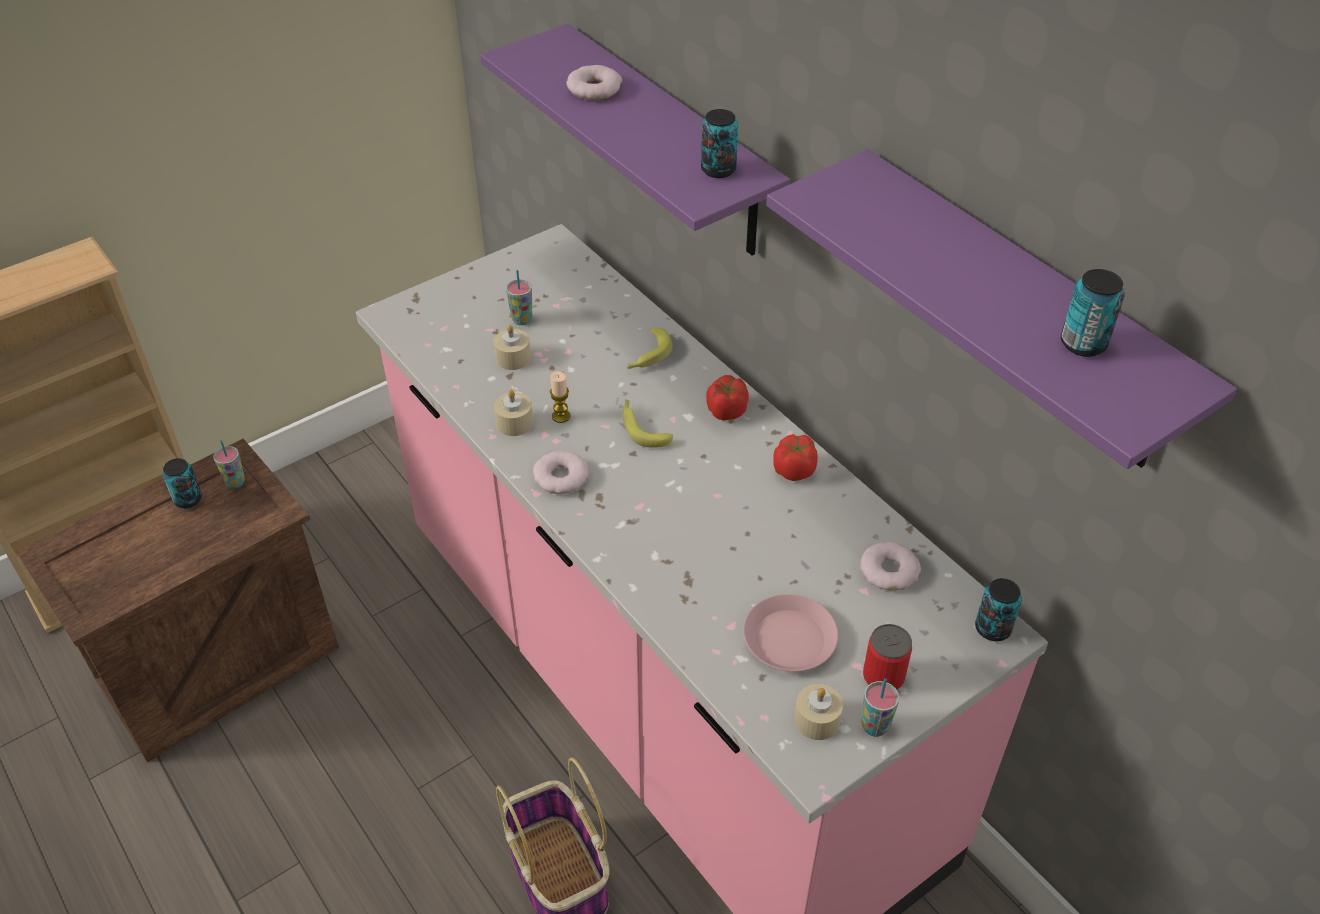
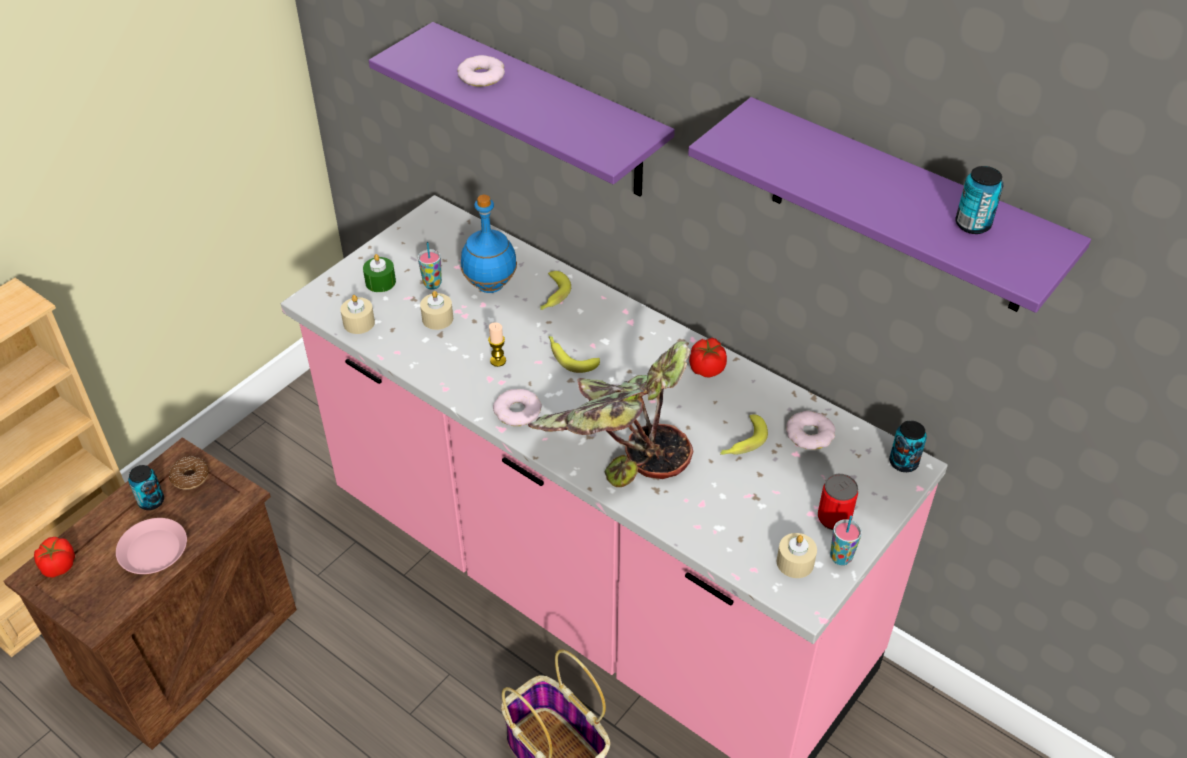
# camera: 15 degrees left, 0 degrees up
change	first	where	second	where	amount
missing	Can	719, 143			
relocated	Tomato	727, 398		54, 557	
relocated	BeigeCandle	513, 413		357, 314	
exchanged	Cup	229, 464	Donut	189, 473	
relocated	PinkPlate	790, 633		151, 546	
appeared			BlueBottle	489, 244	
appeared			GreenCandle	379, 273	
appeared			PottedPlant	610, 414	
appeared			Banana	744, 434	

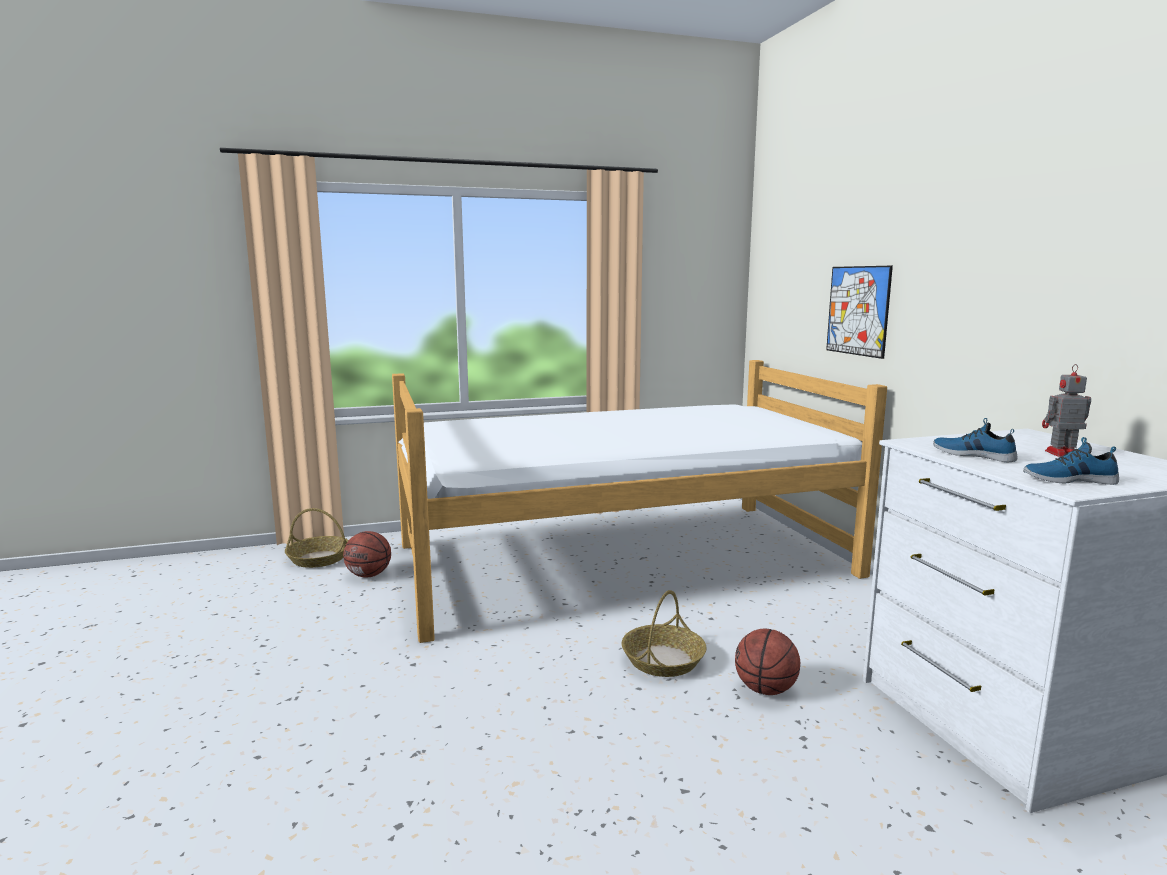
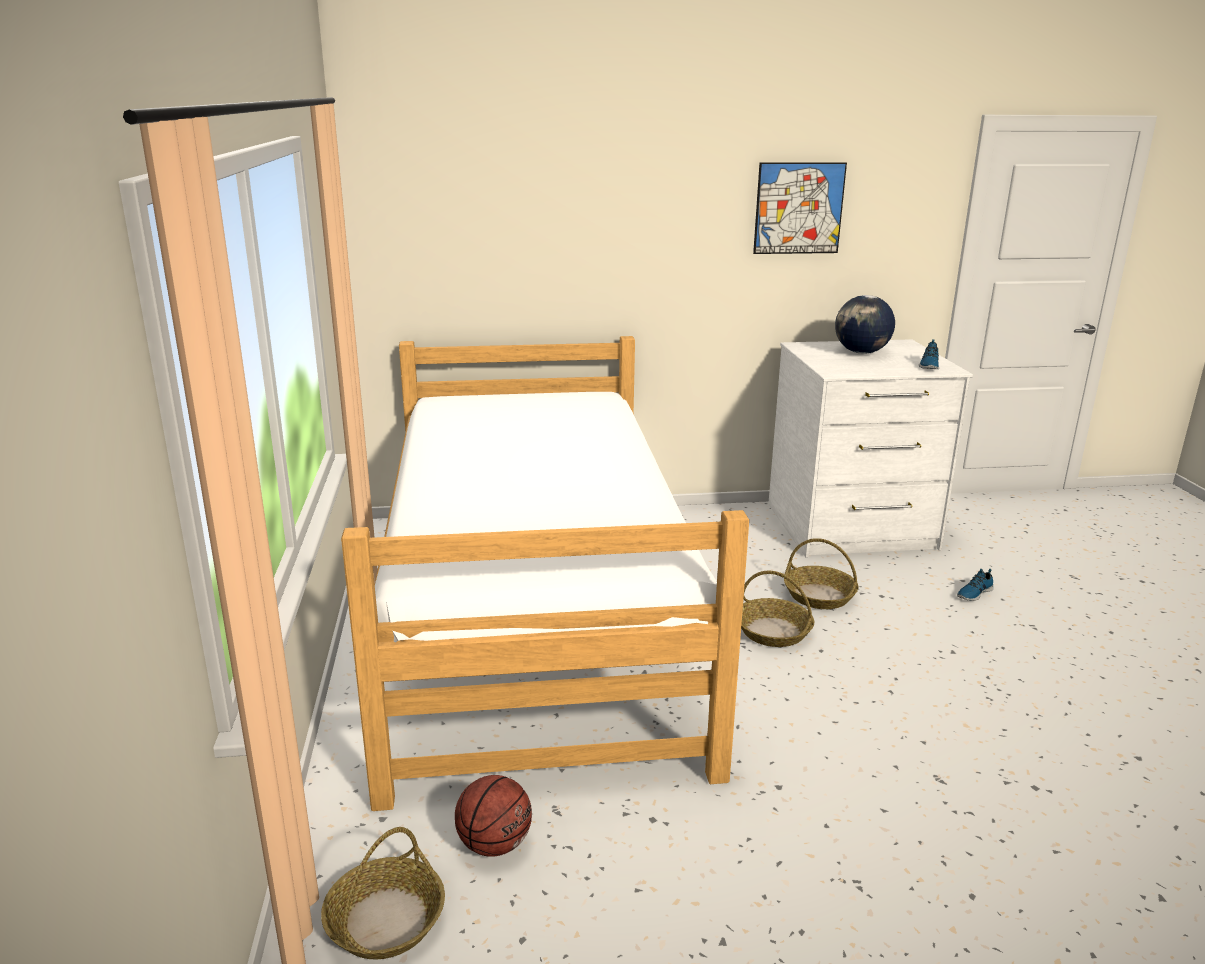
# camera: 80 degrees left, 10 degrees up
change	first	where	second	where	amount
relocated	Picture	859, 312		800, 208	
exchanged	ToyRobot	1066, 410	Globe	865, 324	
relocated	Shoe	975, 440		975, 585	
exchanged	Basketball	767, 662	Basket	821, 573	

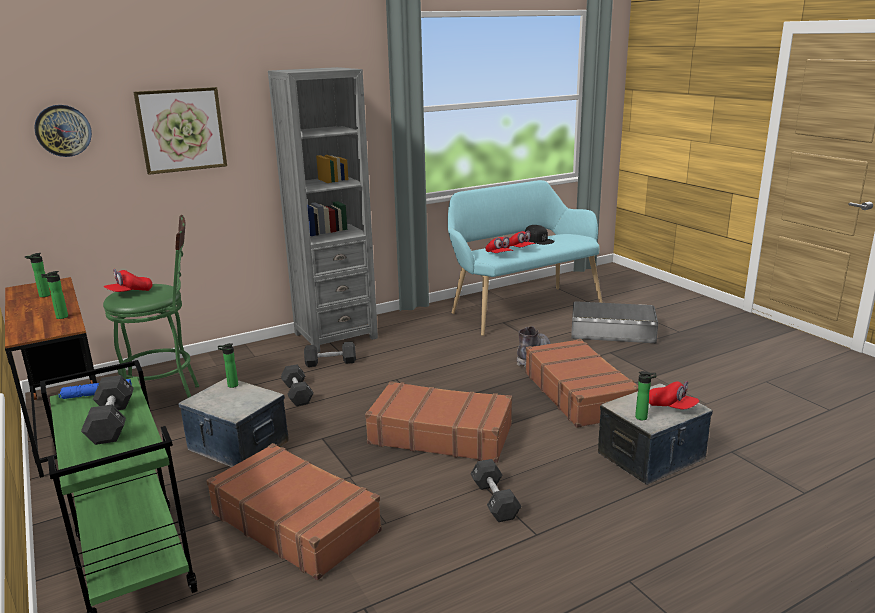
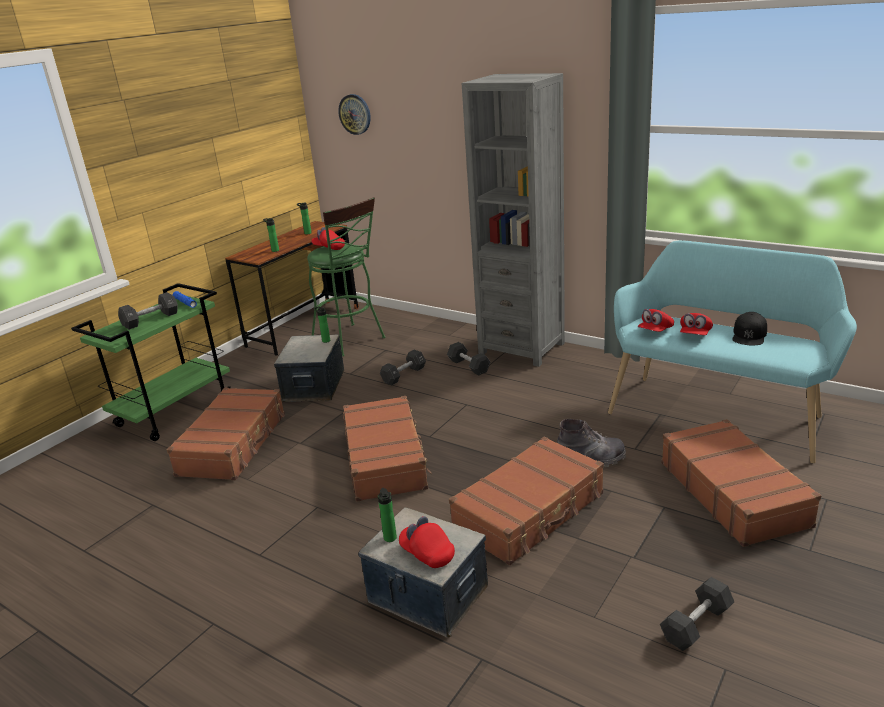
# camera: 65 degrees right, 5 degrees up
change	first	where	second	where	amount
missing	Picture	180, 131			
exchanged	GreyStorageBox	614, 322	BrownSuitcase	741, 483	
spun	RedCap	674, 395		427, 542	120 degrees clockwise
relocated	BlackDumbbell	496, 490		697, 614	

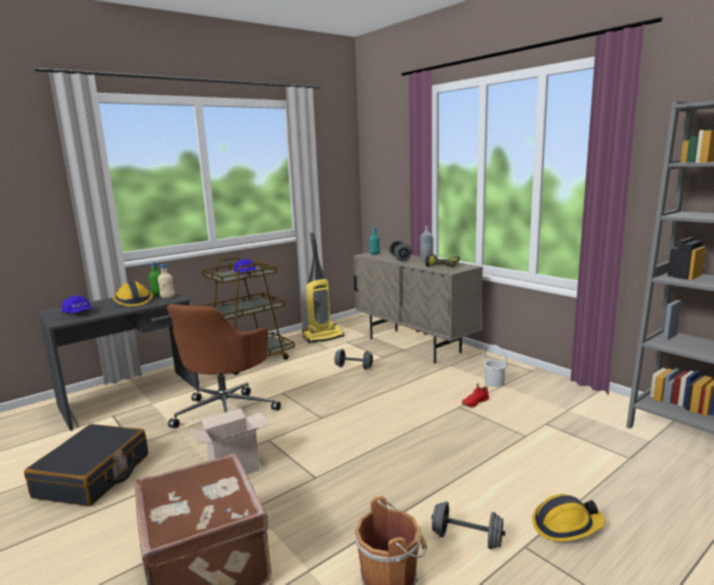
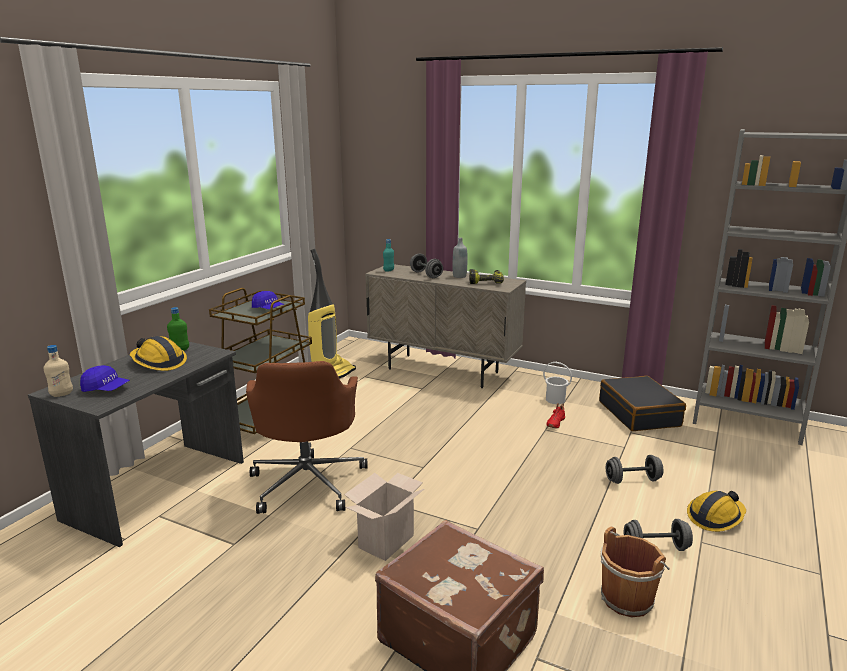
# camera: 25 degrees left, 5 degrees up
change	first	where	second	where	amount
relocated	BeigeBottle	166, 281		58, 371	
relocated	GreyDumbbell	353, 359		634, 469	
relocated	BlackSuitcase	86, 465		642, 403	

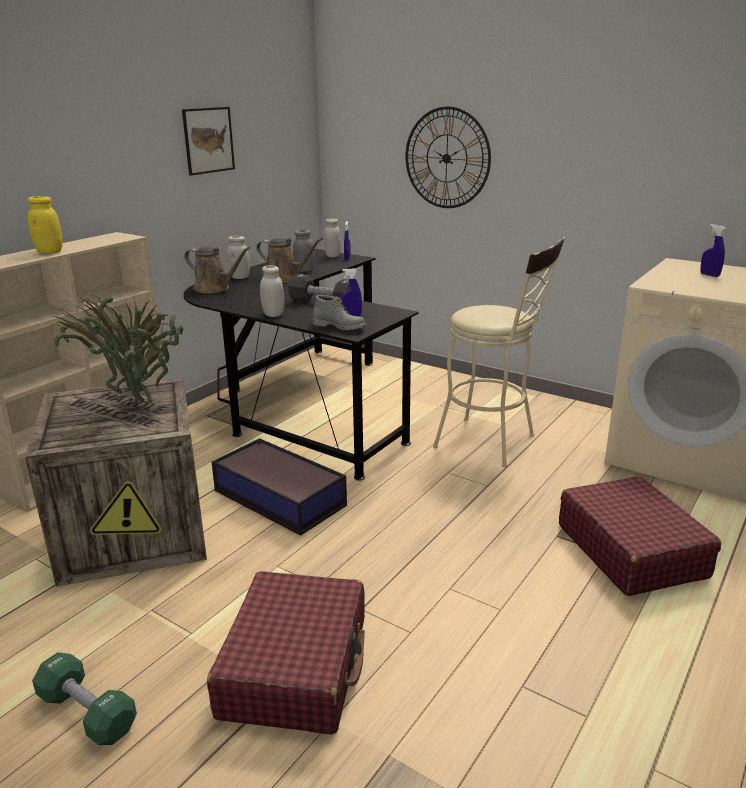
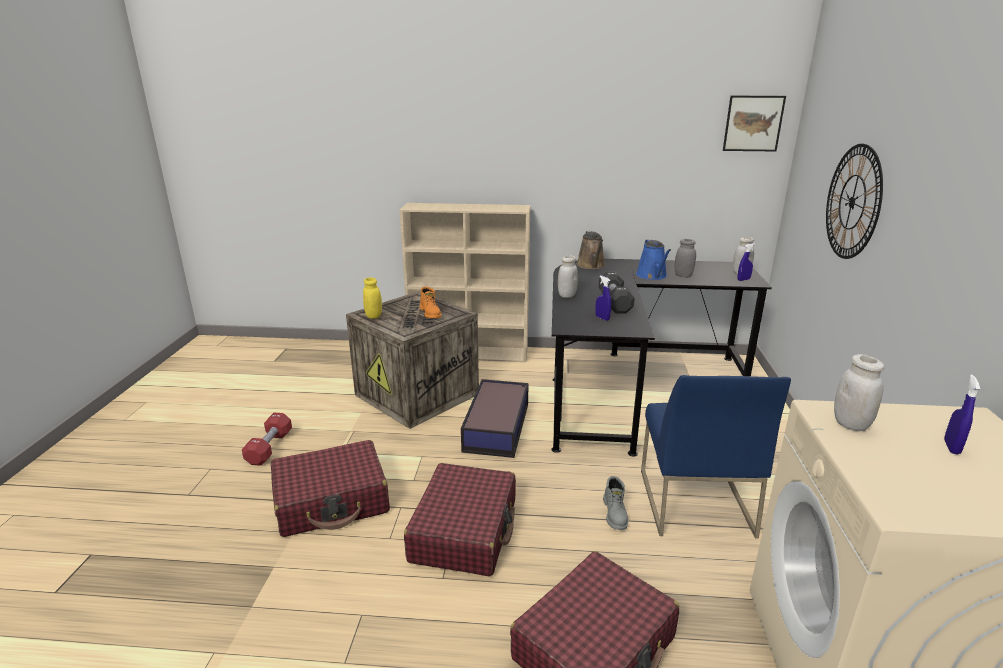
# camera: 60 degrees right, 0 degrees up
change	first	where	second	where	amount
relocated	Picture	208, 141		754, 123	
relocated	YellowJar	45, 225		372, 298	
relocated	WhiteJar	238, 257		859, 392	
exchanged	BeigeStool	499, 351	BlueChair	716, 456	
colour	BrownWateringCan	289, 260	BlueWateringCan	653, 259	
exchanged	PottedPlant	118, 350	OrangeBoot	431, 302	
relocated	GreyBoot	339, 312		615, 503	
colour	GreenDumbbell	84, 698	RedDumbbell	267, 439	
appeared			RedSuitcase	460, 520	

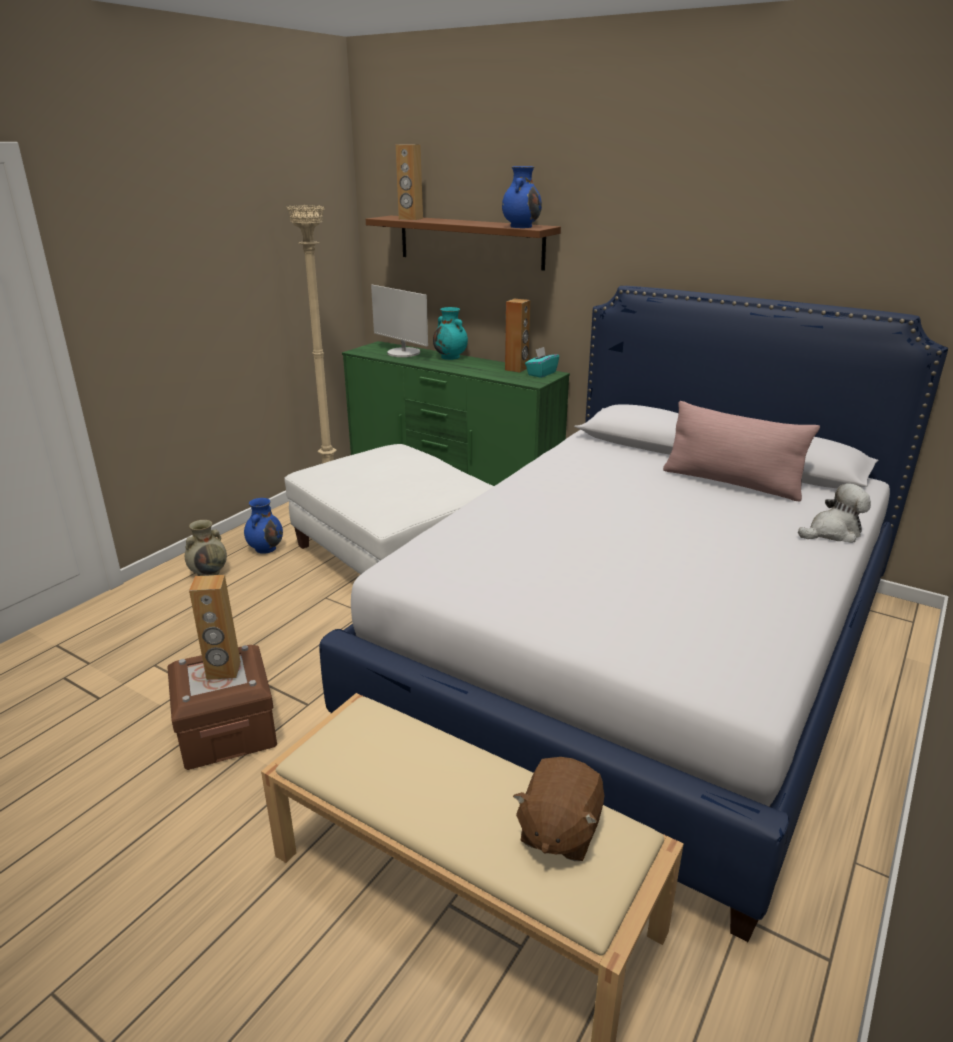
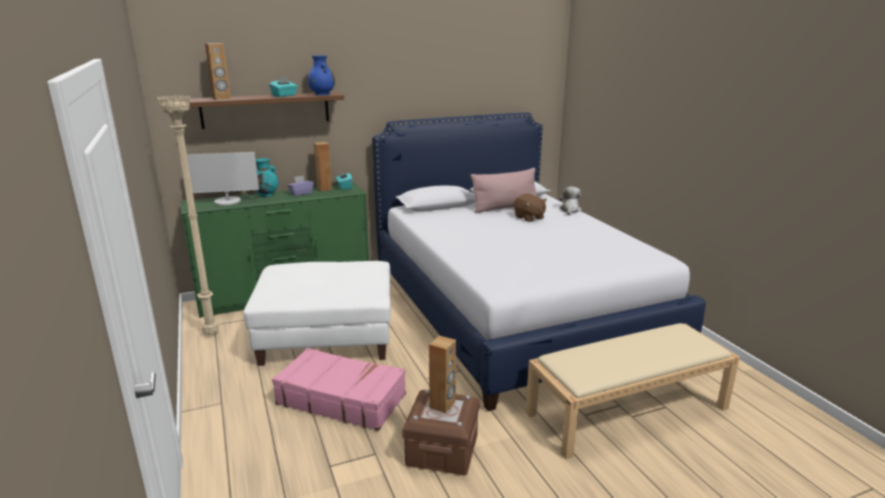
# camera: 55 degrees left, 5 degrees down
change	first	where	second	where	amount
missing	BlueVase	263, 526			
missing	BeigeVase	206, 548			
relocated	BrownPlushToy	559, 809		530, 208	
appeared			TurquoiseTissueBox	283, 86	
appeared			PurpleTissueBox	301, 185	
appeared			PinkSuitcase	339, 389	

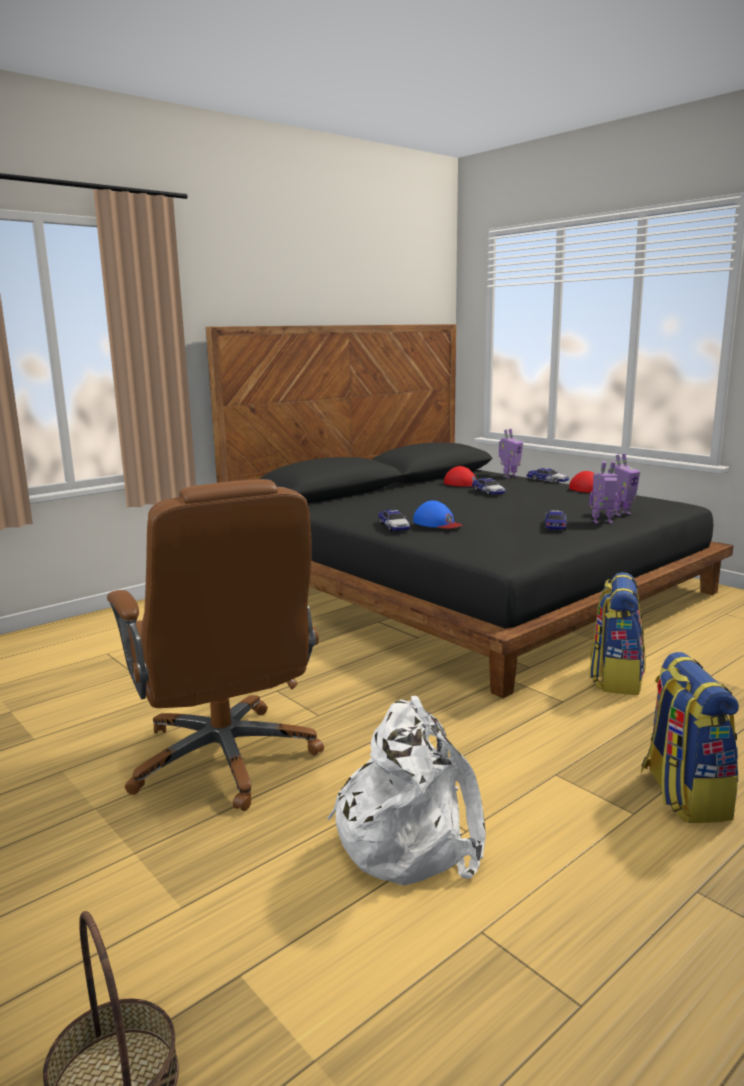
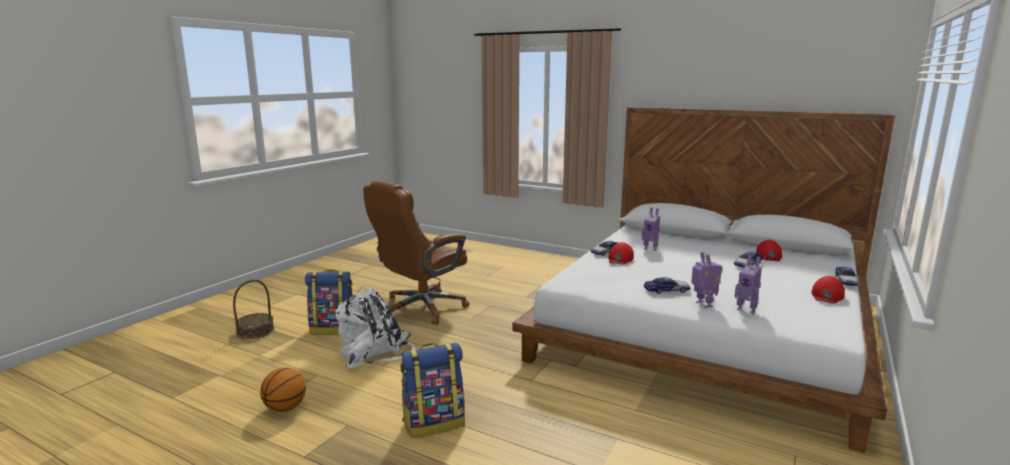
# camera: 70 degrees right, 0 degrees up
change	first	where	second	where	amount
colour	BlackBed	470, 511	WhiteBed	704, 280	
relocated	ToyRobot	511, 453		651, 229	
colour	BlueCap	437, 514	RedCap	621, 253	
relocated	Backpack	617, 633		329, 302	
appeared			Basketball	283, 390	

